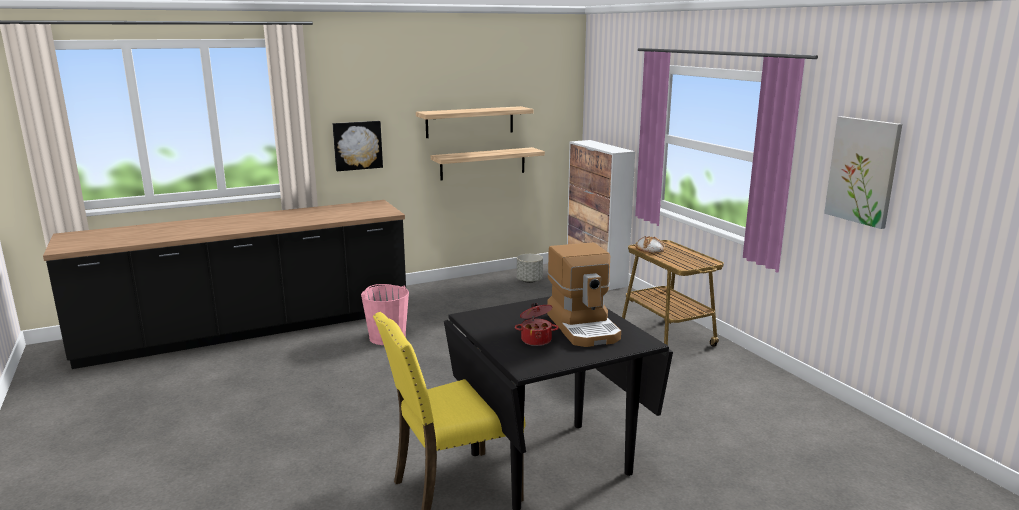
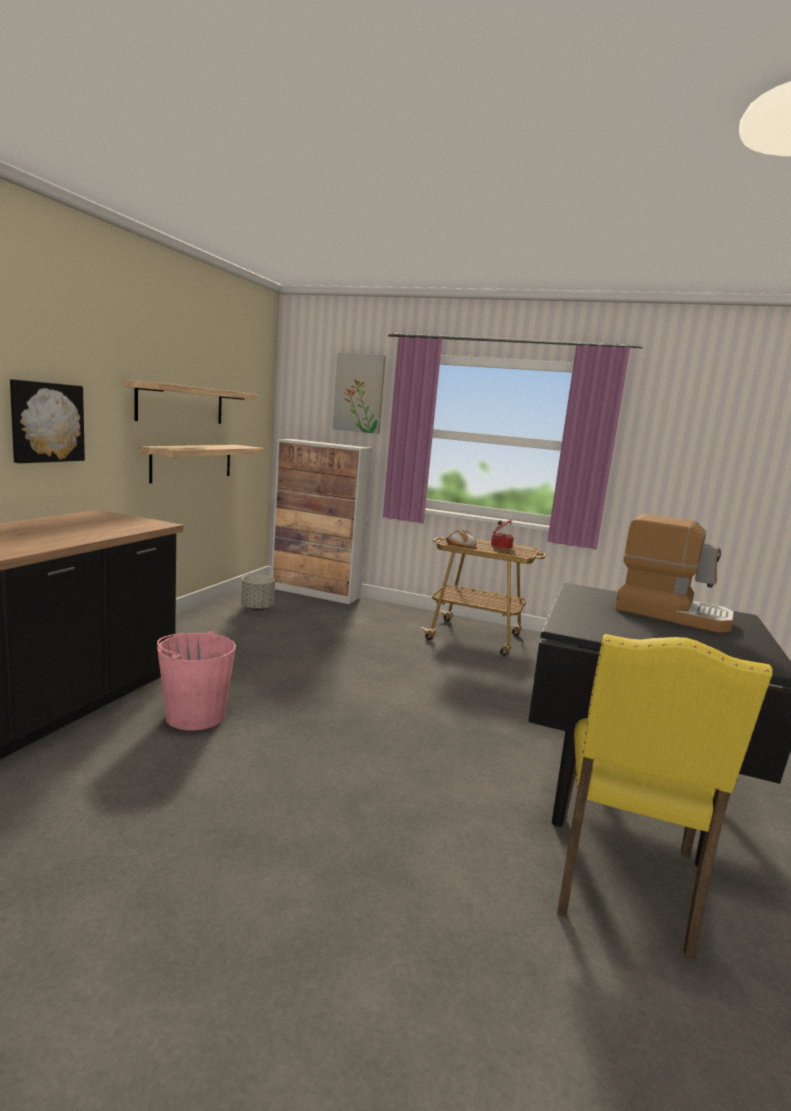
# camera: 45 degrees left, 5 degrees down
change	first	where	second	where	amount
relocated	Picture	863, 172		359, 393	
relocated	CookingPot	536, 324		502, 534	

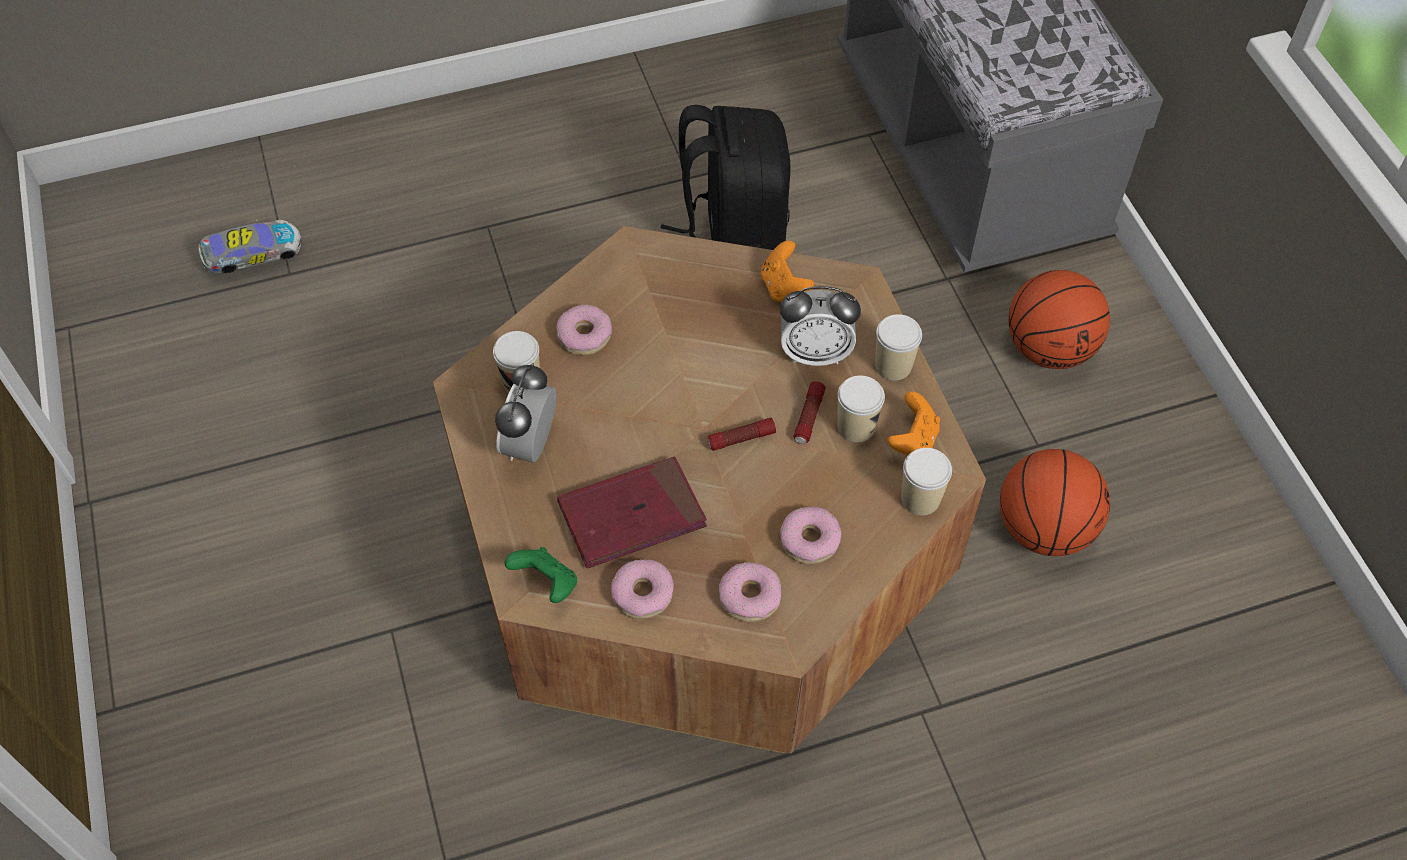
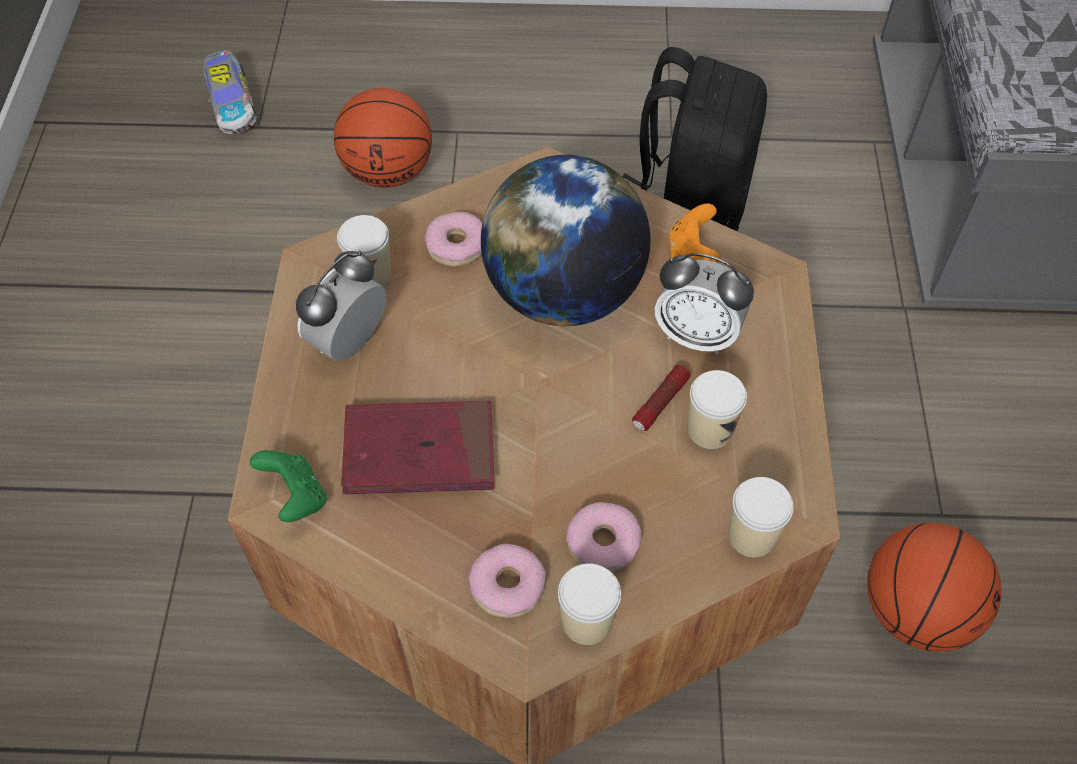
# camera: 20 degrees right, 0 degrees up
change	first	where	second	where	amount
spun	ToyCar	250, 246		230, 92	75 degrees clockwise
relocated	Basketball	1059, 319		383, 138	
relocated	Cup	898, 347		589, 604	
missing	OrangeGameController	913, 423			
missing	Flashlight	741, 434			
missing	Donut	642, 589			
appeared			Globe	566, 240	

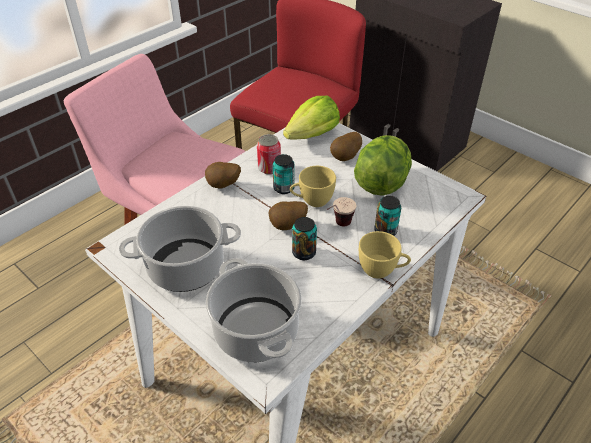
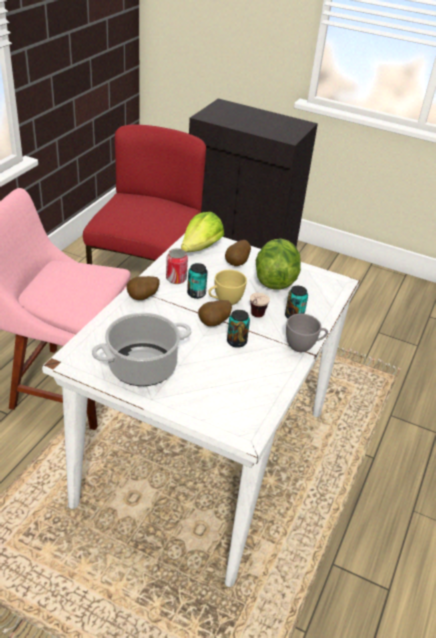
# camera: 20 degrees left, 5 degrees down
change	first	where	second	where	amount
colour	YellowCup	385, 254	GreyCup	307, 333	
missing	CookingPot	253, 310			

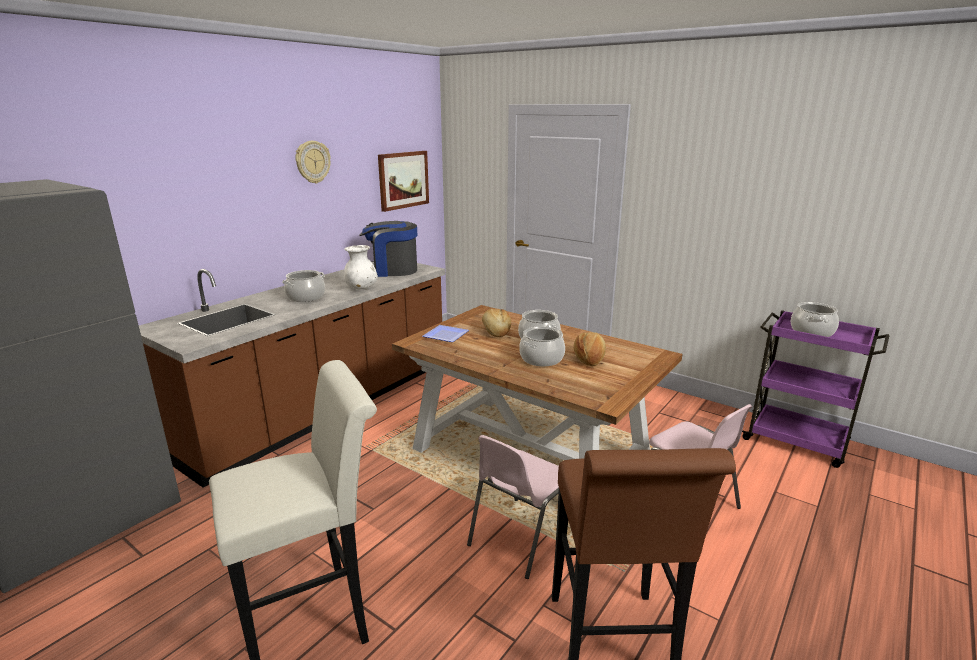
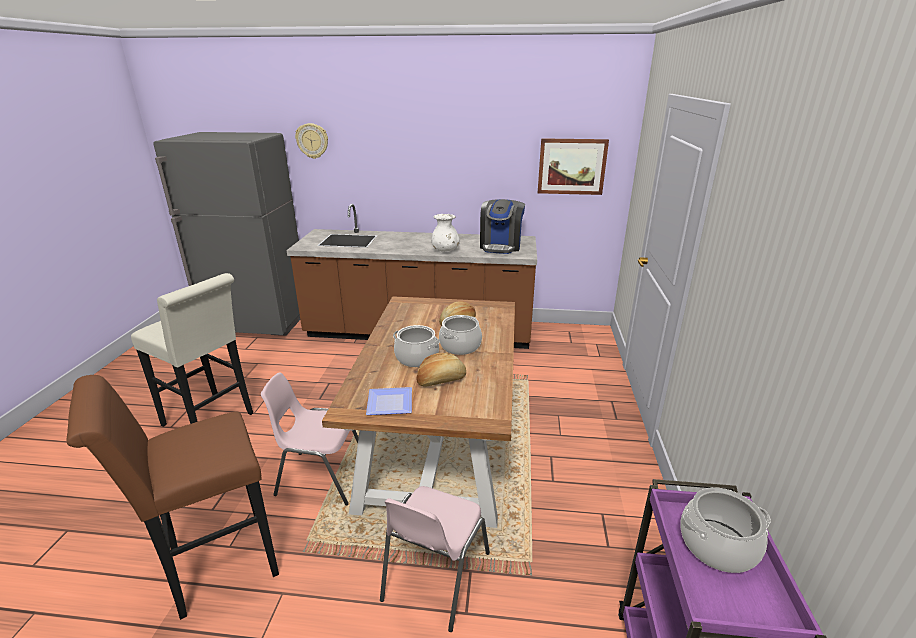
# camera: 60 degrees right, 5 degrees up
change	first	where	second	where	amount
relocated	WallClock	313, 162		311, 141	
spun	CoffeeMachine	388, 249		502, 226	135 degrees counterclockwise
missing	CookingPot	303, 286			
relocated	Plate	445, 333		389, 401	

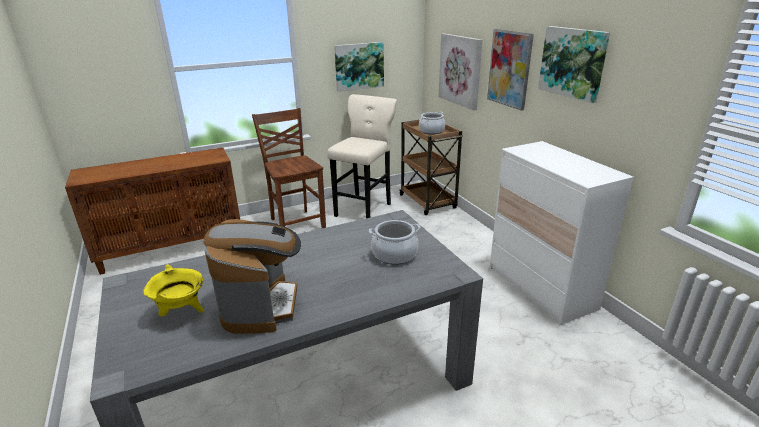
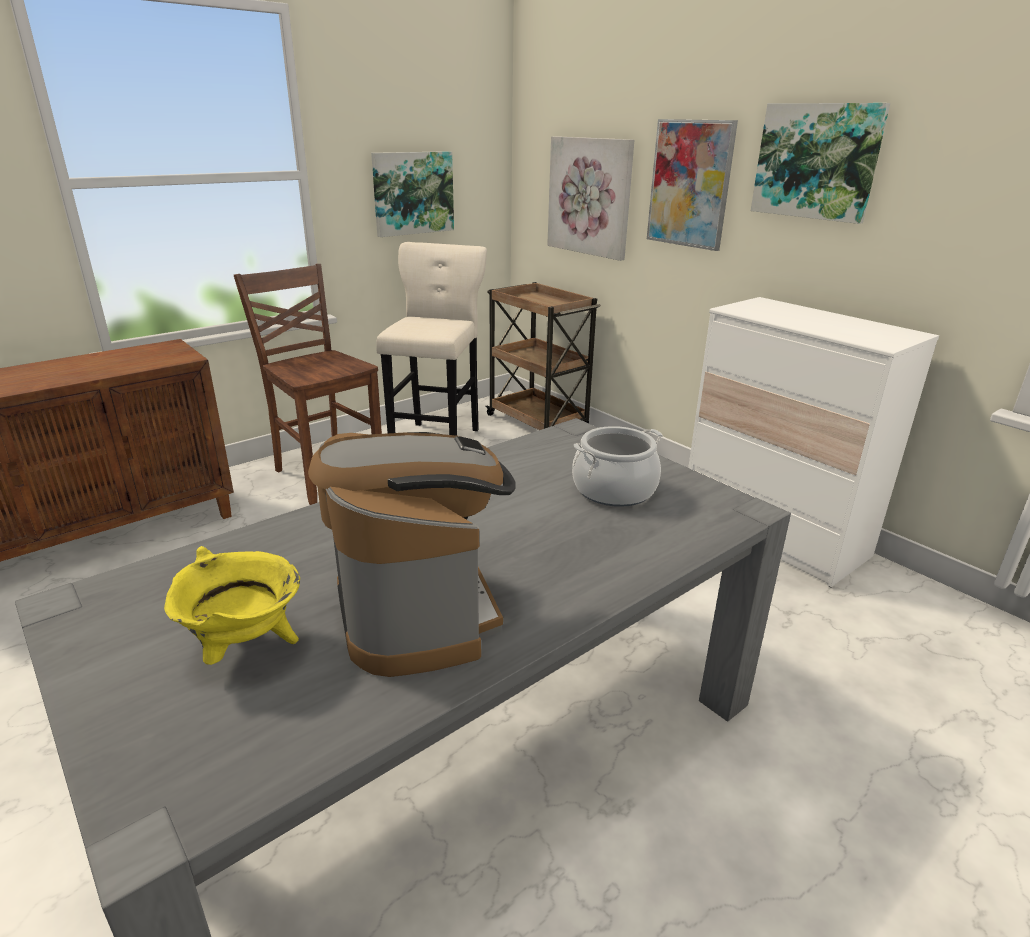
# camera: 15 degrees left, 0 degrees up
change	first	where	second	where	amount
missing	CookingPot	432, 123			

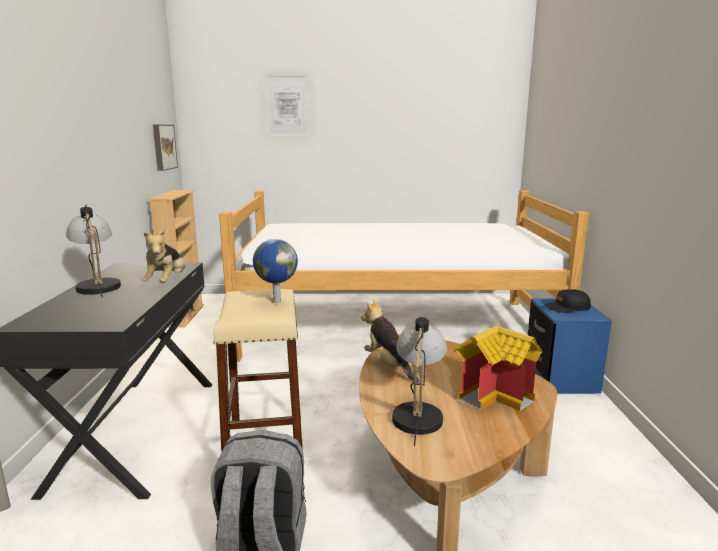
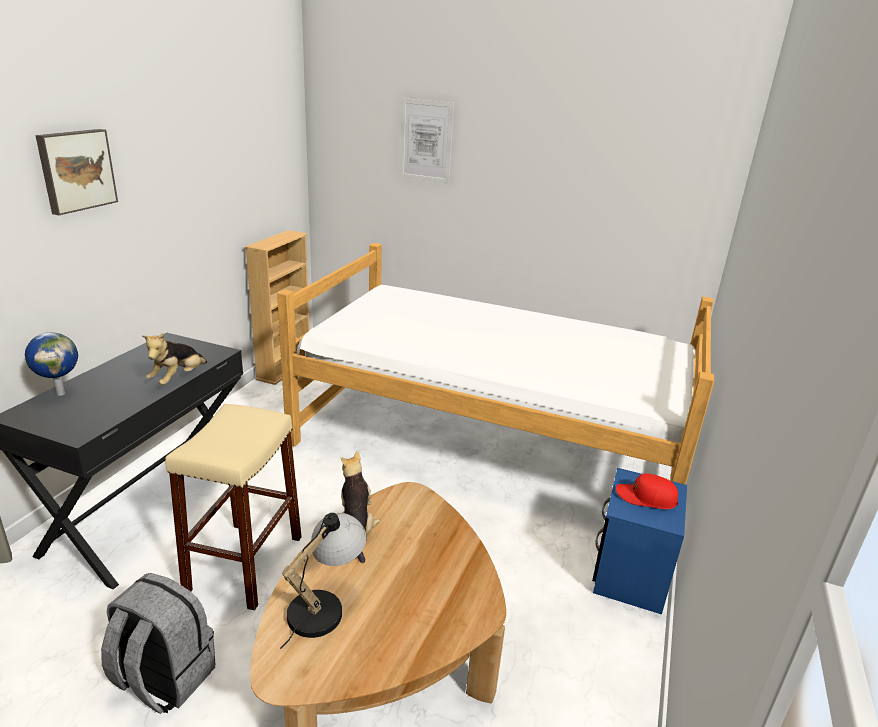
# camera: 20 degrees right, 10 degrees up
change	first	where	second	where	amount
relocated	Picture	165, 148		76, 172	
missing	TableLamp	93, 251			
relocated	Globe	275, 271		51, 364	
colour	BlackCap	567, 301	RedCap	647, 491	
missing	ToyHouse	498, 368			

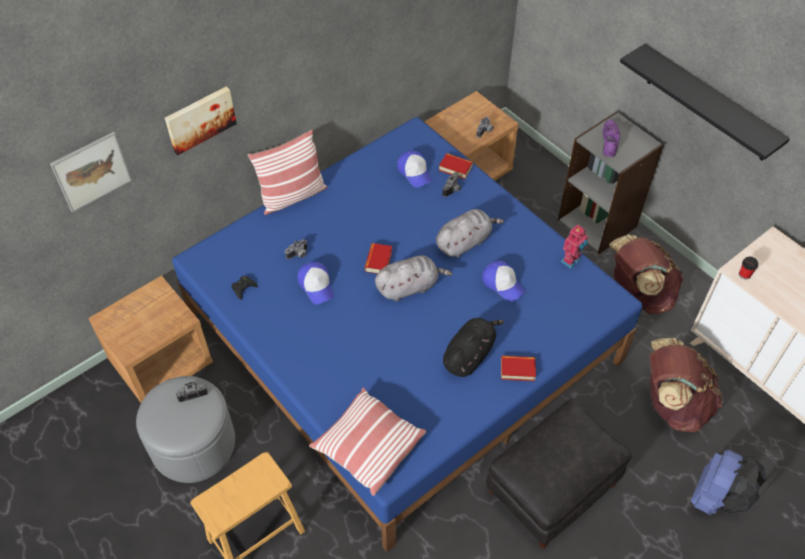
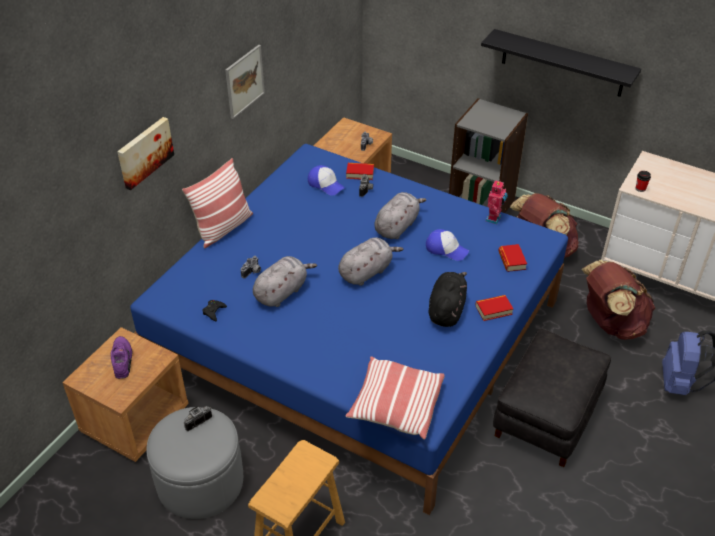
# camera: 20 degrees left, 10 degrees down
change	first	where	second	where	amount
relocated	PurpleShoe	611, 138		122, 357	
relocated	Picture	91, 172		245, 82	
relocated	Book	378, 258		512, 258	
exchanged	Cap	315, 283	GreyPlushToy	285, 281	

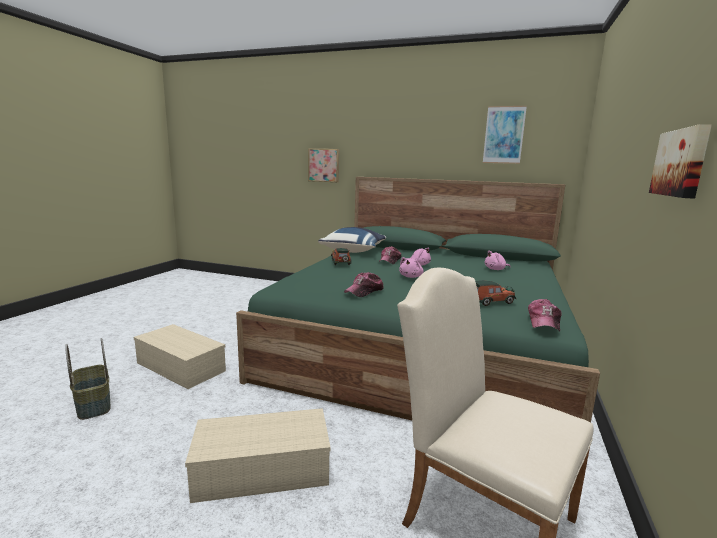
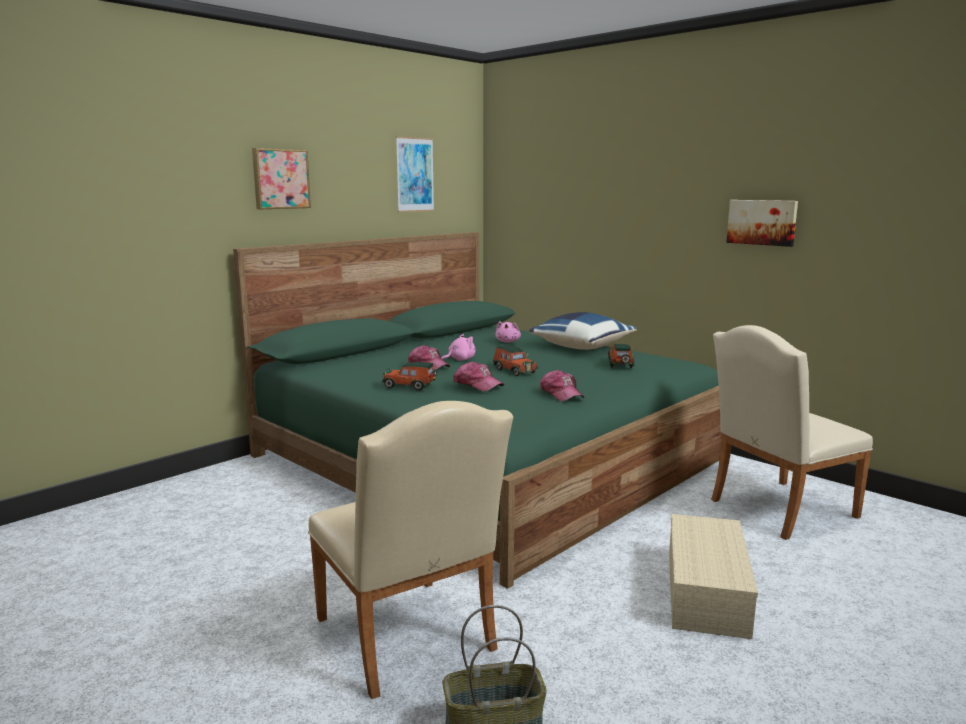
# camera: 65 degrees left, 0 degrees up
change	first	where	second	where	amount
relocated	Picture	323, 165		281, 178	
relocated	BluePillow	352, 240		583, 331	
exchanged	PinkPlushToy	411, 267	ToyCar	515, 360	
relocated	Cap	545, 315		478, 376	
exchanged	BeigeStorageBox	180, 356	BeigeChair	410, 550	

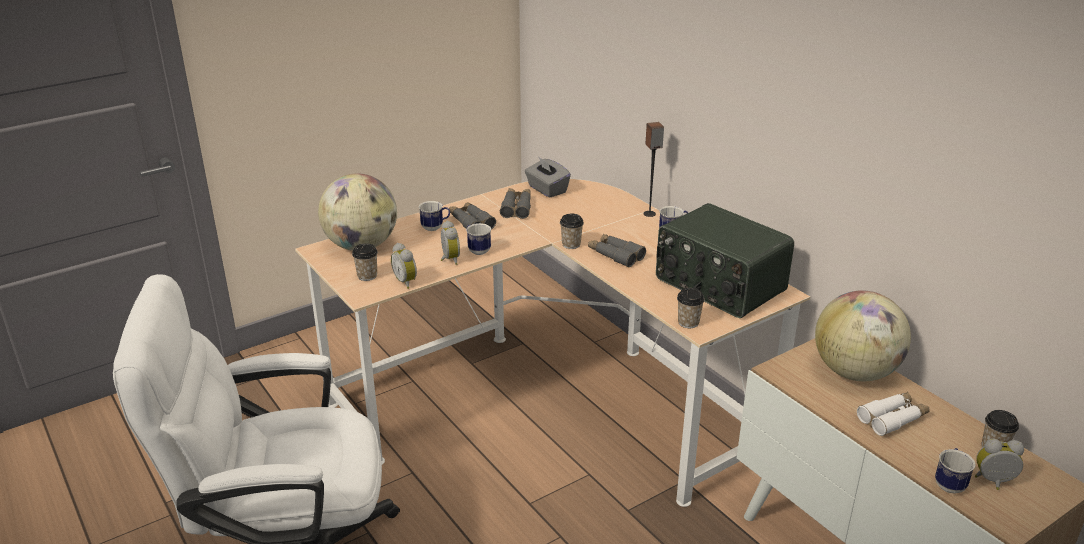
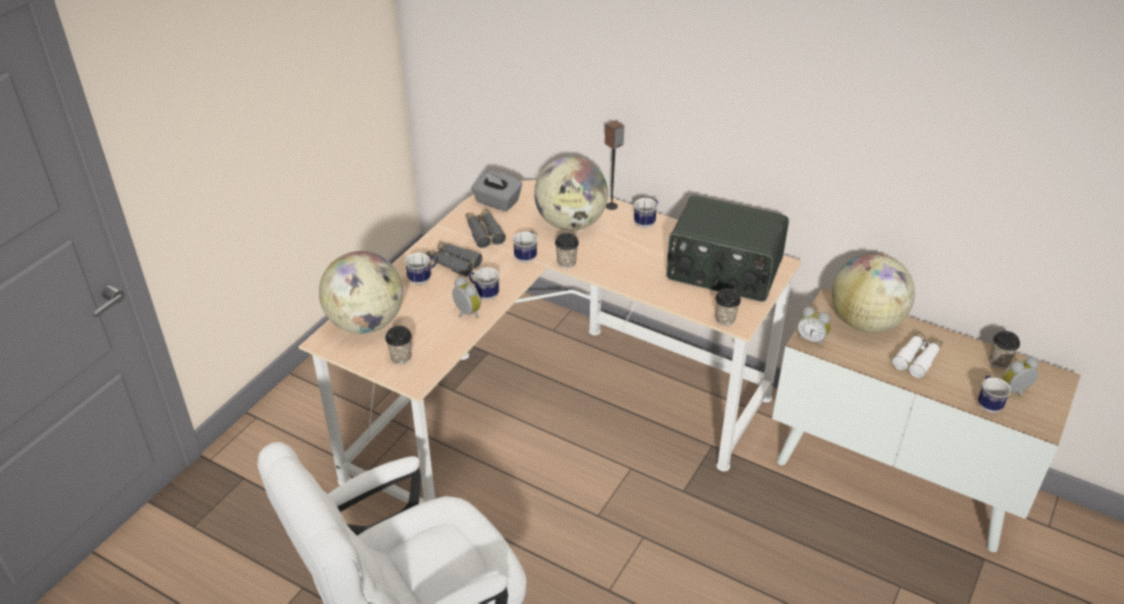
# camera: 25 degrees left, 10 degrees up
change	first	where	second	where	amount
missing	GreyBinoculars	617, 250			
relocated	AlarmClock	404, 266		814, 327	
appeared			Globe	571, 194	
appeared			Mug	525, 247	

